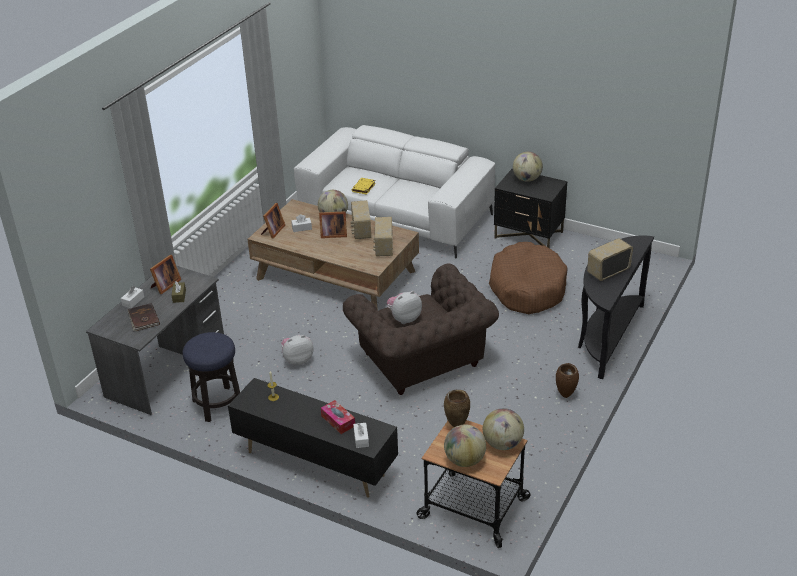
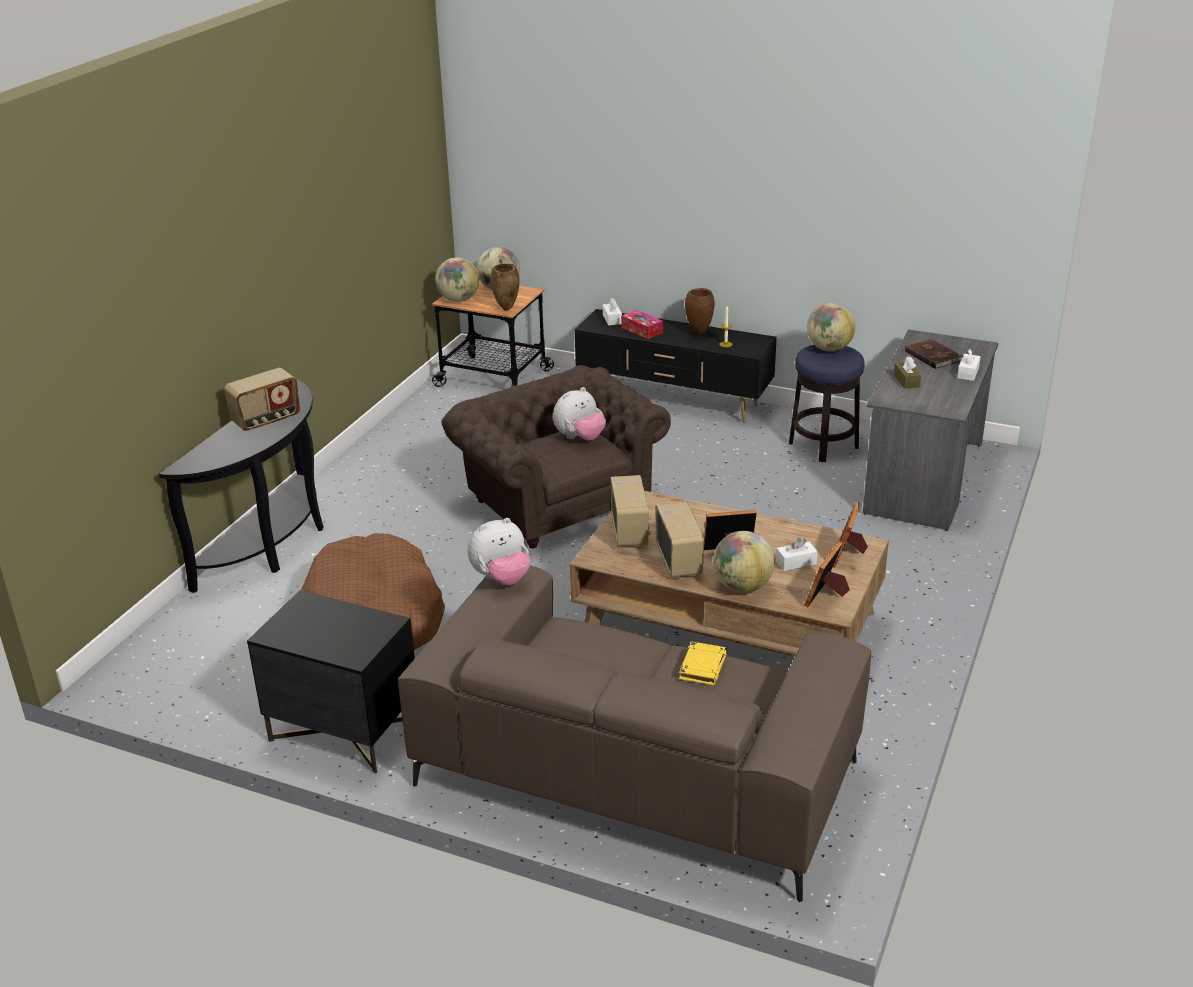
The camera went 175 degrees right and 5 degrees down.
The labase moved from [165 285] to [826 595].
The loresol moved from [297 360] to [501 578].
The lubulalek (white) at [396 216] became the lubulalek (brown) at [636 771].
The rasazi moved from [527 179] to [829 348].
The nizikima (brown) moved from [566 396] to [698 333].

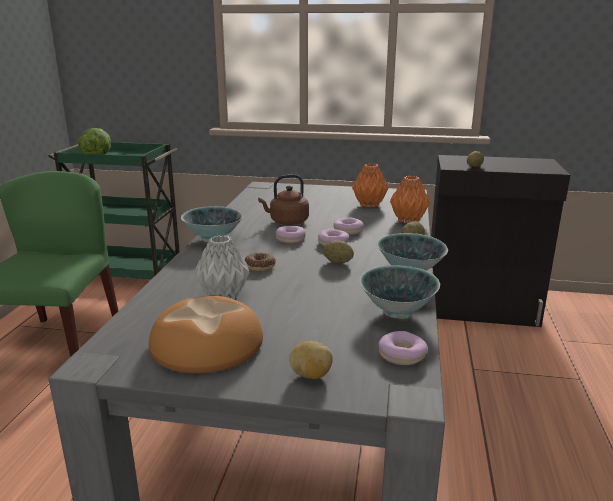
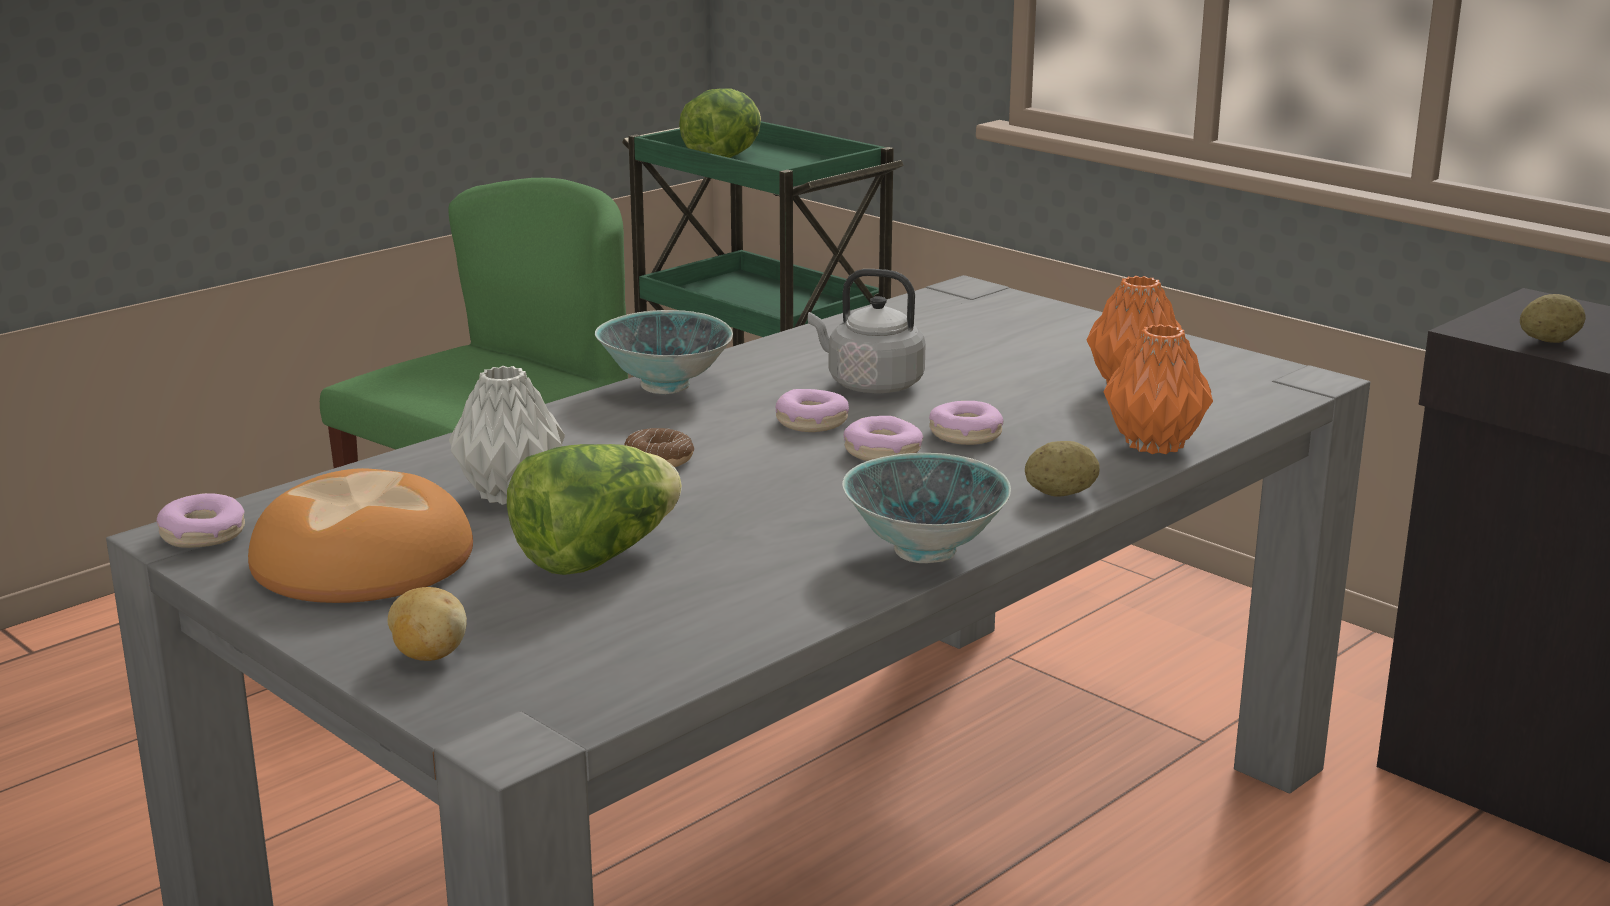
The camera went 35 degrees right and 0 degrees up.
The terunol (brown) at [287 222] became the terunol (grey) at [870 385].
The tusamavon at [338 262] disappeared.
The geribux at [397 312] disappeared.
The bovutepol moved from [402 355] to [203 535].
The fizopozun at [596 557] appeared.

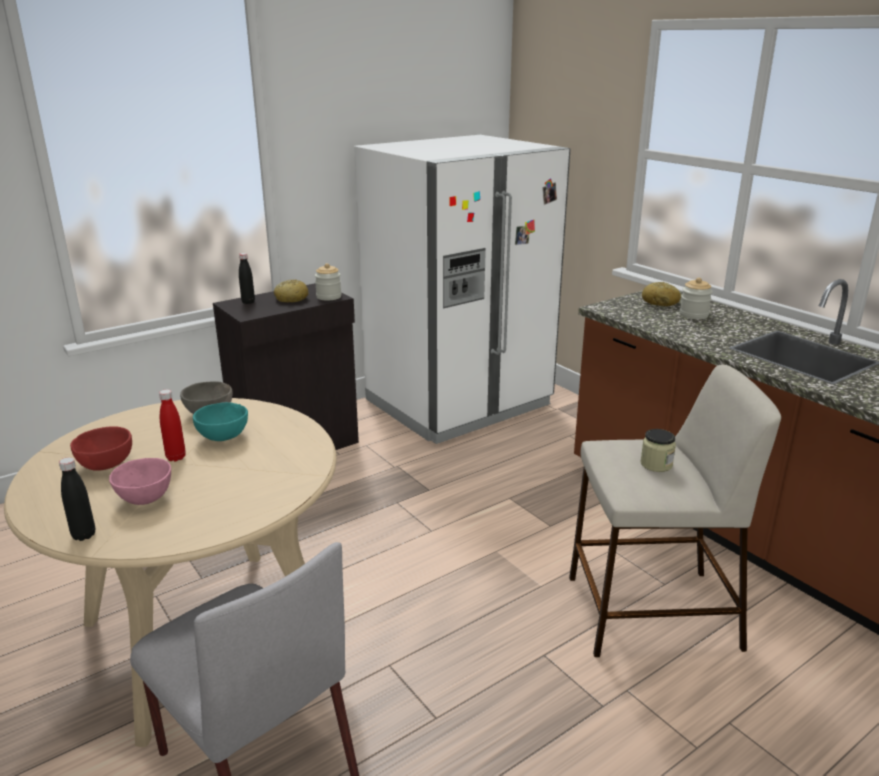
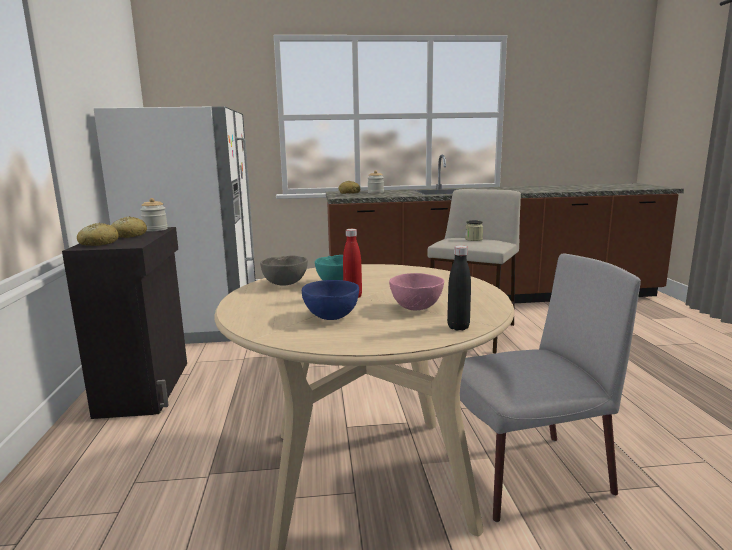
The camera went 60 degrees left and 10 degrees down.
The geribux (red) at [105 465] became the geribux (blue) at [330 317].
The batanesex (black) at [248 302] was replaced by the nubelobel at [98 243].

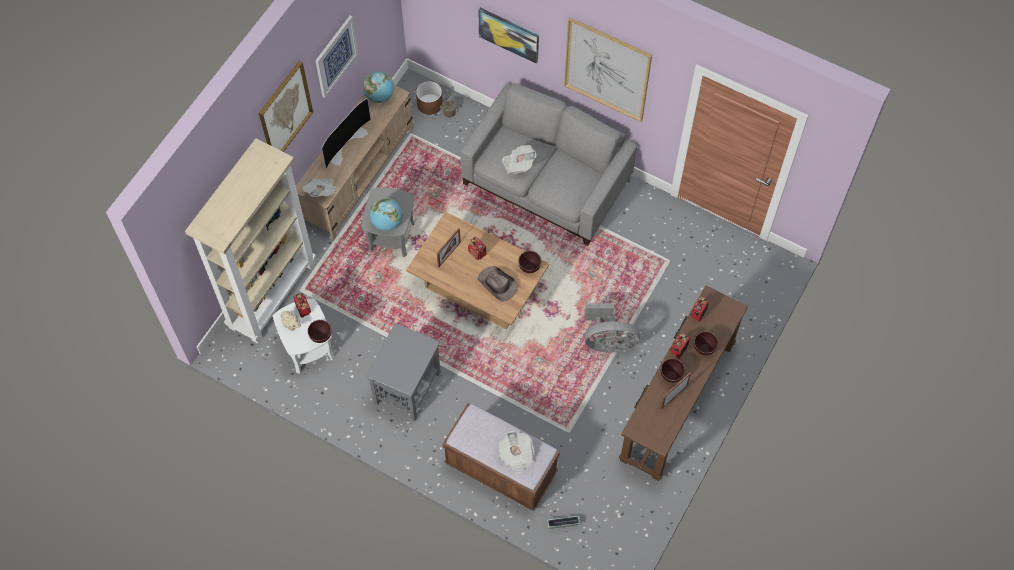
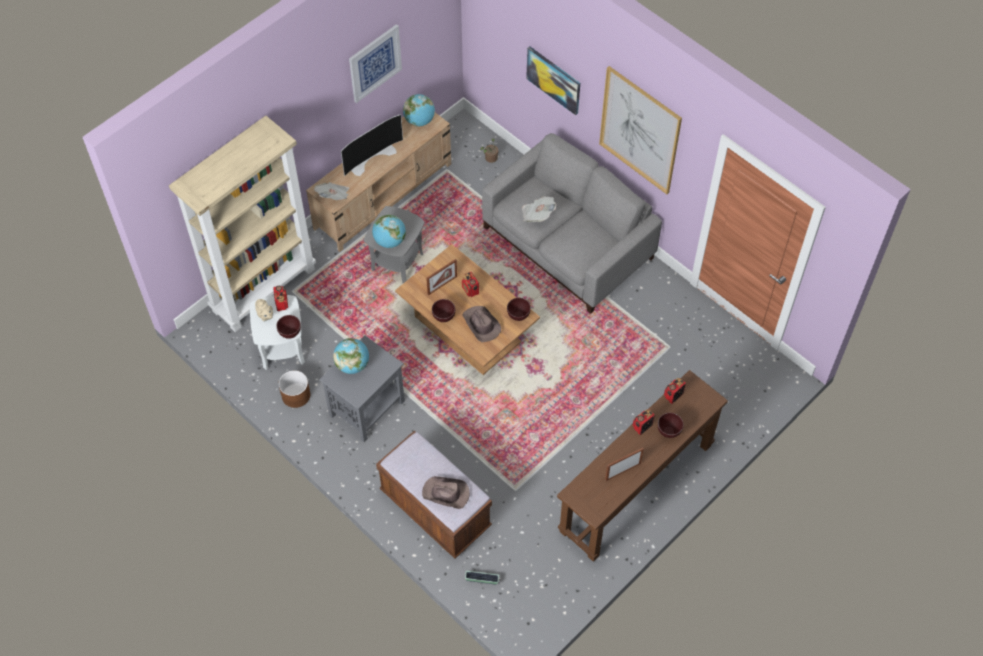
The camera went 15 degrees right and 5 degrees down.
The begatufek at [285 111] disappeared.
The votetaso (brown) moved from [430 104] to [296 395].
The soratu at [516 456] was replaced by the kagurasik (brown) at [446 493].
The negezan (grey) at [608 341] disappeared.
The geribux (brown) moved from [671 376] to [444 318].
The rasazi at [352 365] appeared.

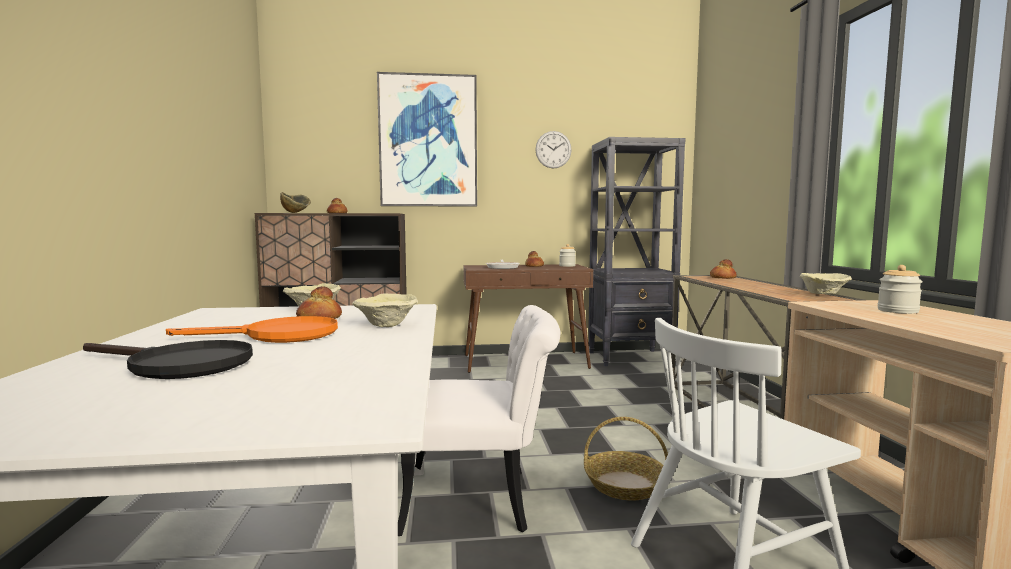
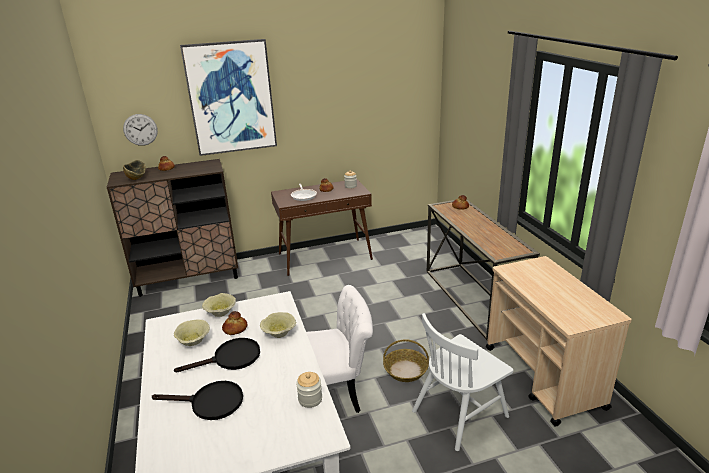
The camera went 10 degrees left and 20 degrees up.
The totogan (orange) at [279 335] became the totogan (black) at [230 358].
The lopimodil moved from [553 149] to [140 129].
The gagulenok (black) at [631 358] disappeared.
The geribux (beige) moved from [824 294] to [194 342].
The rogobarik moved from [897 311] to [310 399].

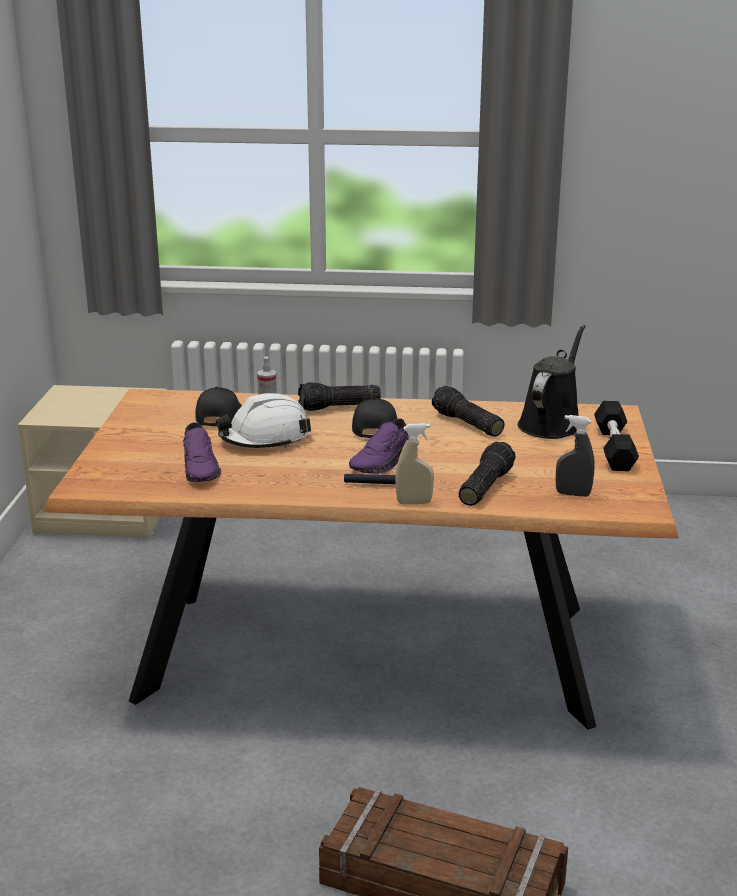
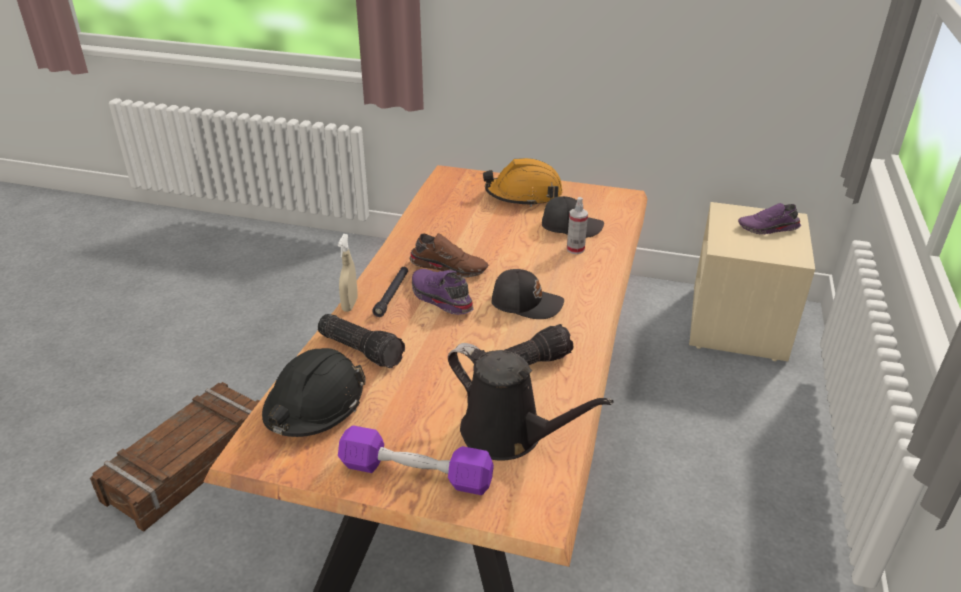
The camera went 100 degrees right and 10 degrees up.
The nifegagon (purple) moved from [201 468] to [768 229].
The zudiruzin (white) at [265 439] disappeared.
The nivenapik at [339 408] disappeared.
The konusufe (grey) at [573 494] was replaced by the zudiruzin (black) at [314 406].
The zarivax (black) at [614 448] became the zarivax (purple) at [416 473].
The nifegagon (brown) at [449 267] appeared.
The zudiruzin (orange) at [523 195] appeared.

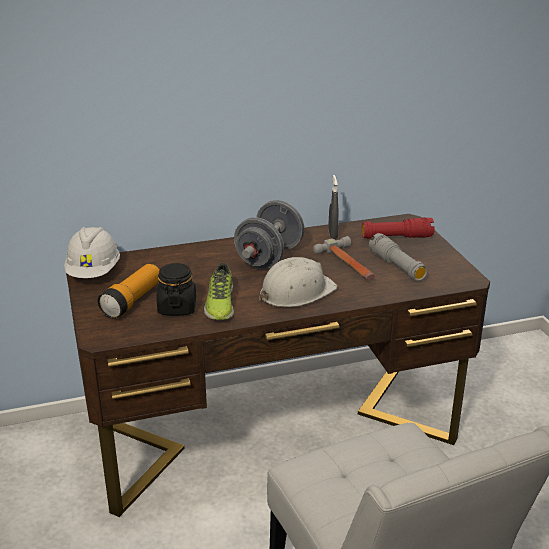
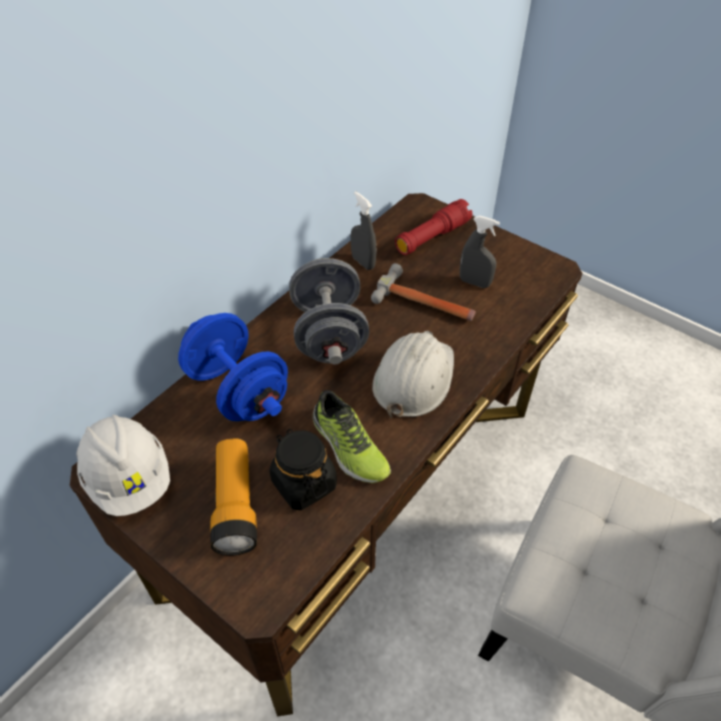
The camera went 35 degrees left and 20 degrees up.
The nivenapik (grey) at [397 266] was replaced by the konusufe (grey) at [474 282].
The zarivax (blue) at [238 391] appeared.

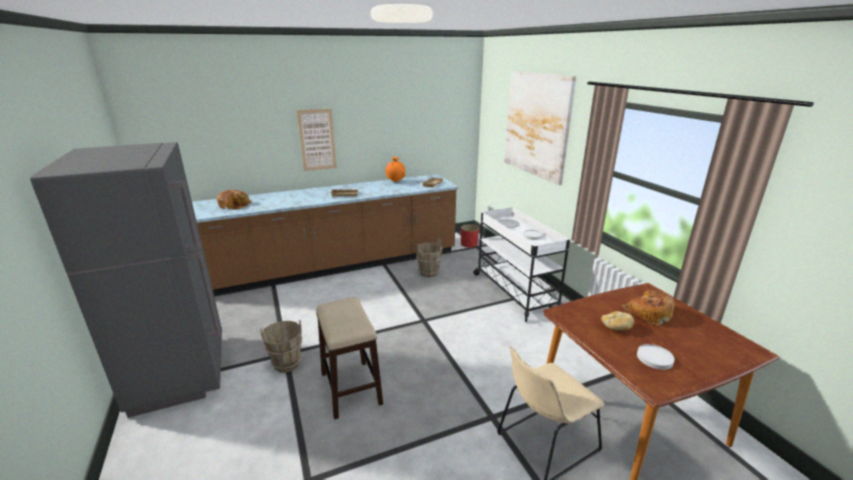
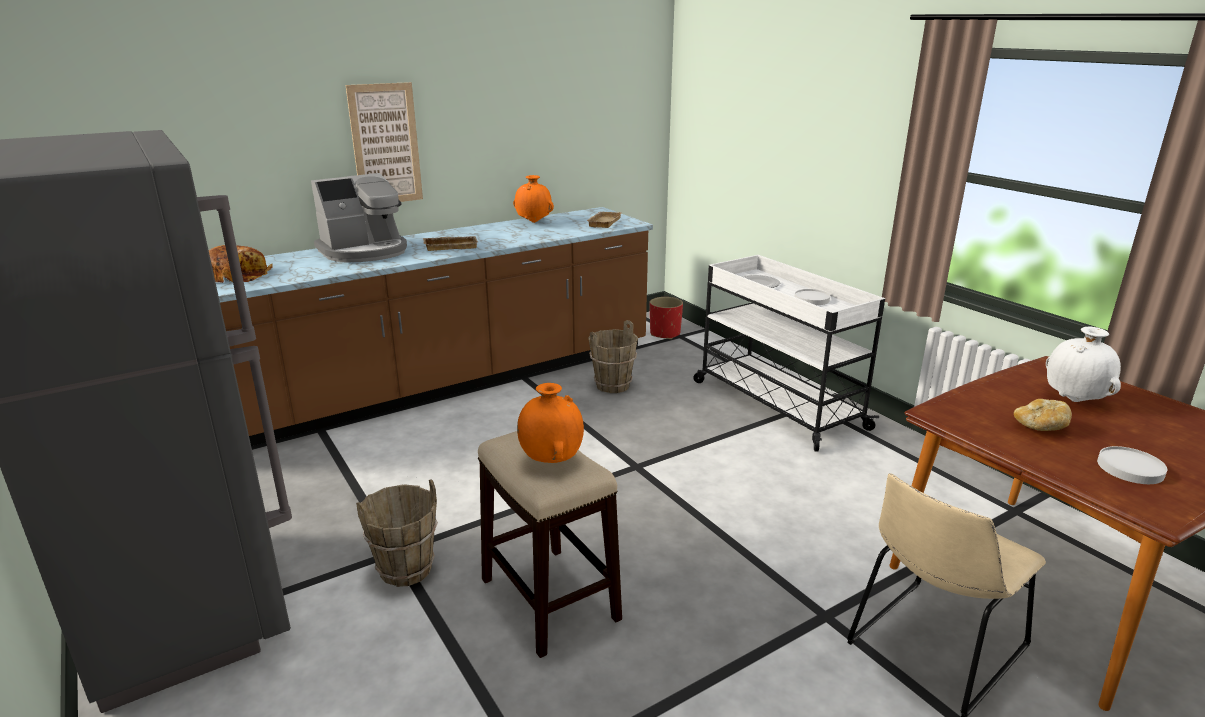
The camera went 10 degrees left and 0 degrees up.
The begatufek at [536 125] disappeared.
The nubelobel at [647 313] was replaced by the nizikima (white) at [1074 400].
The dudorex at [364 251] appeared.
The nizikima (orange) at [551 460] appeared.

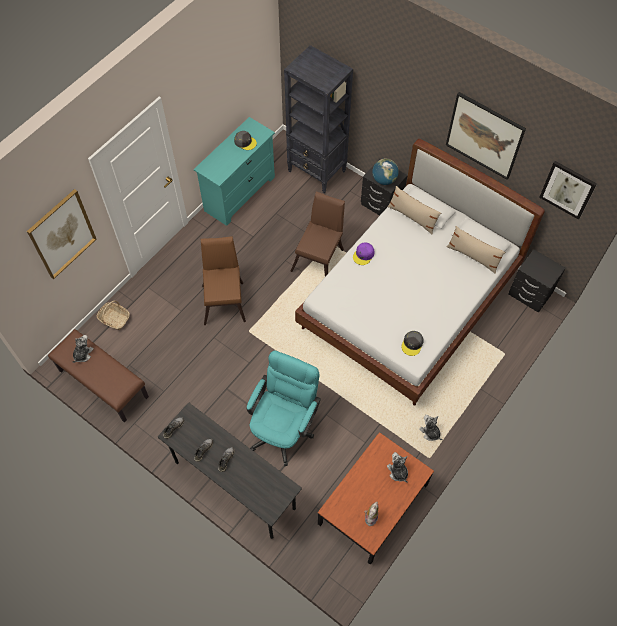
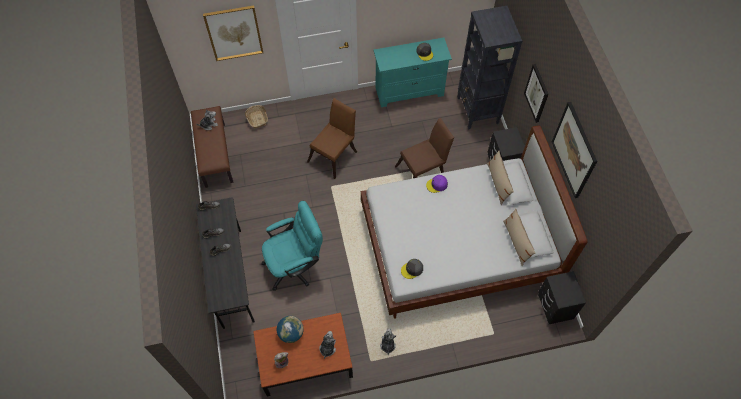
The camera went 40 degrees right and 0 degrees up.
The rasazi moved from [384 180] to [291 333].
The begatufek moved from [567 189] to [537 93].

